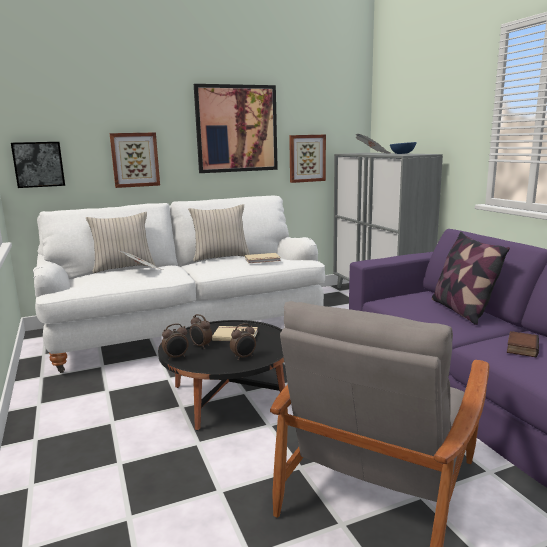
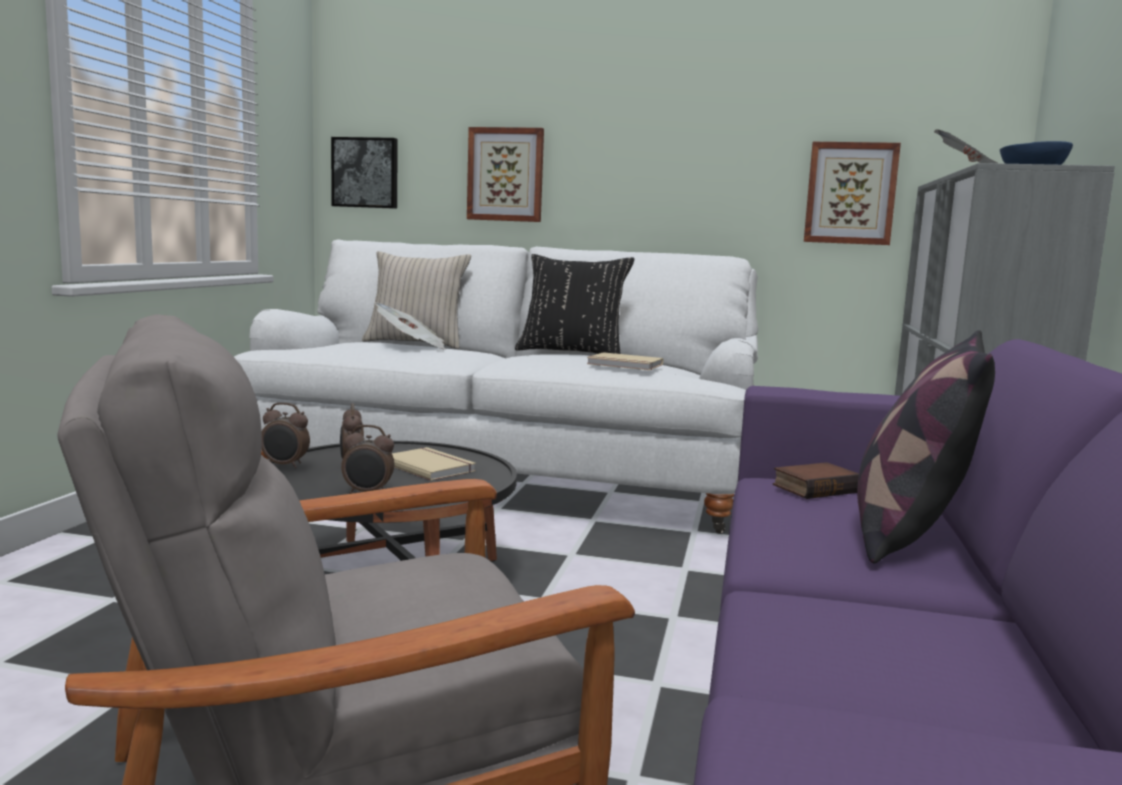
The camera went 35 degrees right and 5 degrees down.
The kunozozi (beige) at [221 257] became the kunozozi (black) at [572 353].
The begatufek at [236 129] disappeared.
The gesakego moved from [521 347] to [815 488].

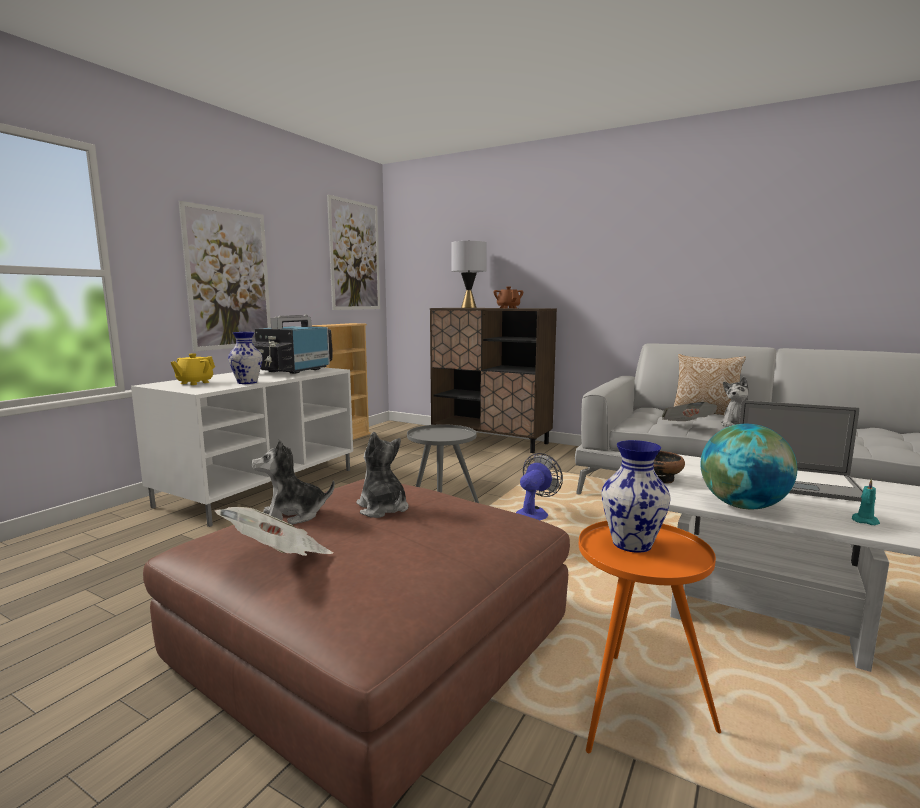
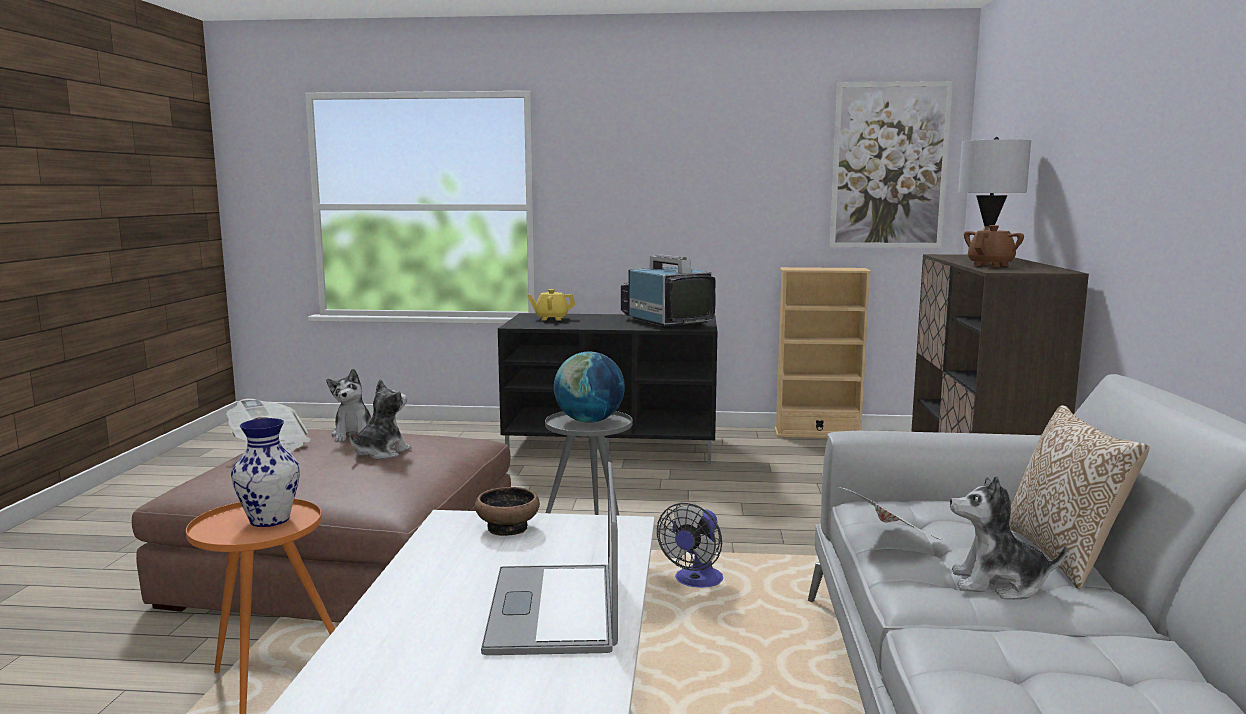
The camera went 65 degrees right and 0 degrees up.
The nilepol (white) at [260 486] became the nilepol (black) at [613 446].
The begatufek at [229 279] disappeared.
The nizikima at [247 382] disappeared.
The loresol at [293 515] turned 150 degrees counterclockwise.
The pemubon at [291 371] turned 60 degrees clockwise.
The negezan at [534 513] turned 105 degrees clockwise.
The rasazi moved from [743 506] to [589 421].
The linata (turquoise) at [864 520] disappeared.

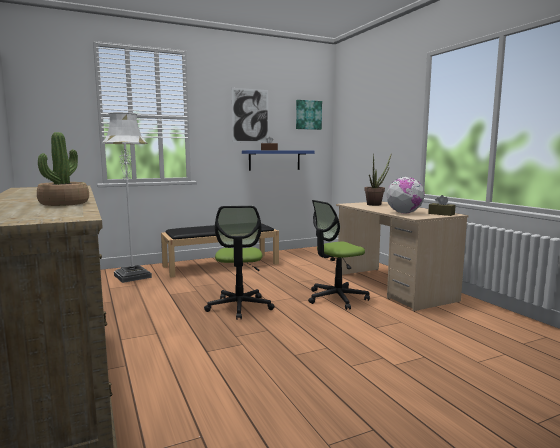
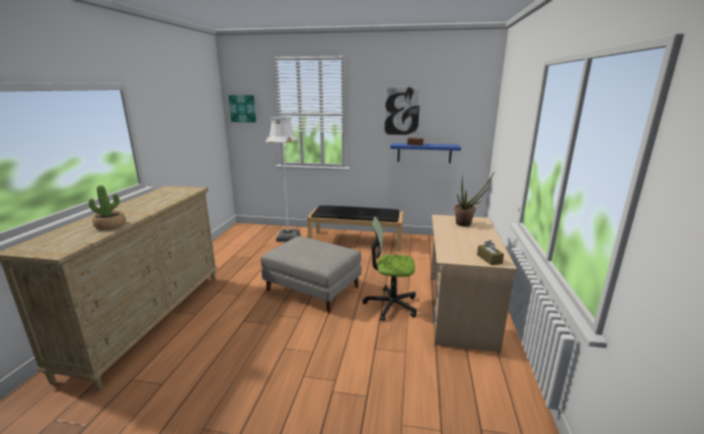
The camera went 35 degrees right and 10 degrees up.
The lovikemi at [239 307] was replaced by the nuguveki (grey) at [312 289].
The begatufek moved from [308 115] to [243 108].
The rasazi at [404 213] disappeared.

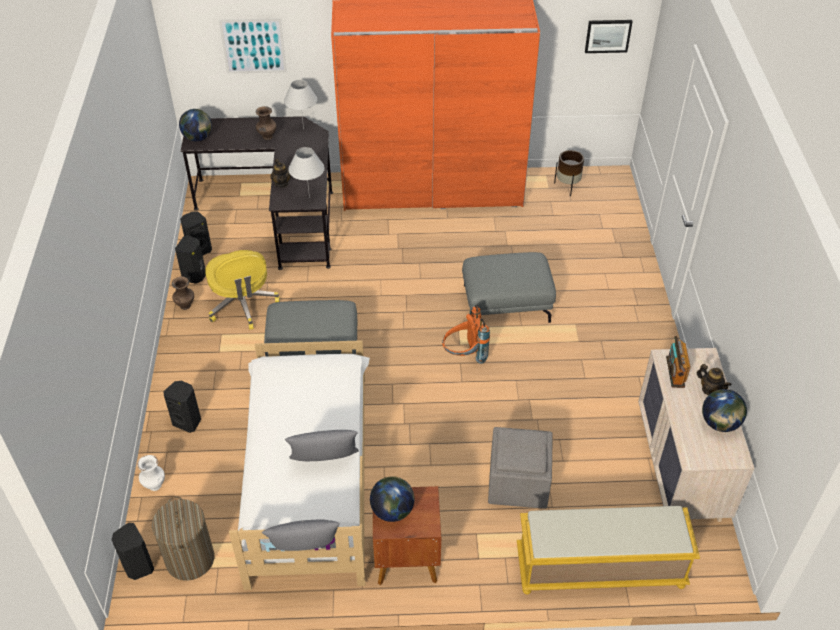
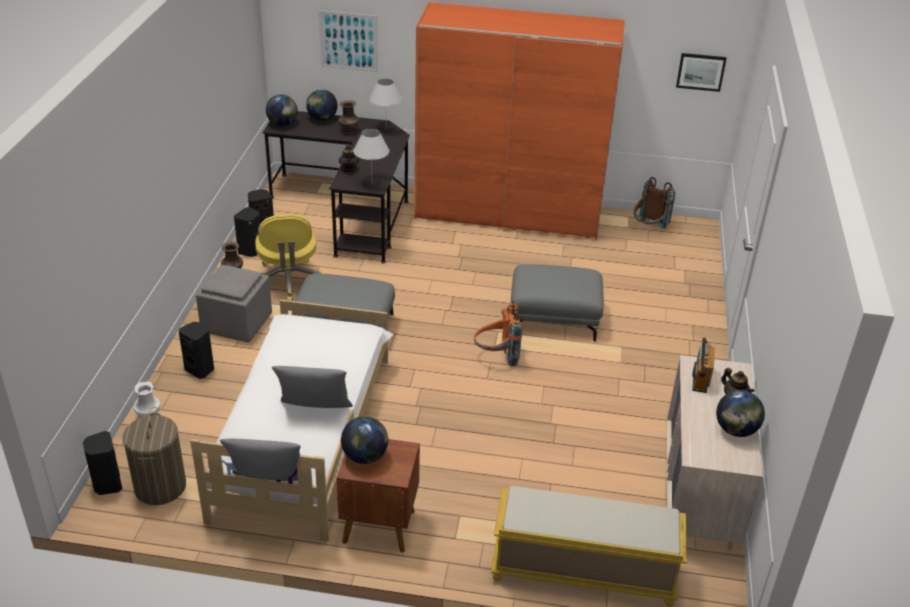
The camera went 10 degrees right and 10 degrees down.
The nuguveki (grey) moved from [517 482] to [236 323].
The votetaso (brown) at [568 186] was replaced by the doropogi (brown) at [648 229].
The rasazi at [322 119] appeared.

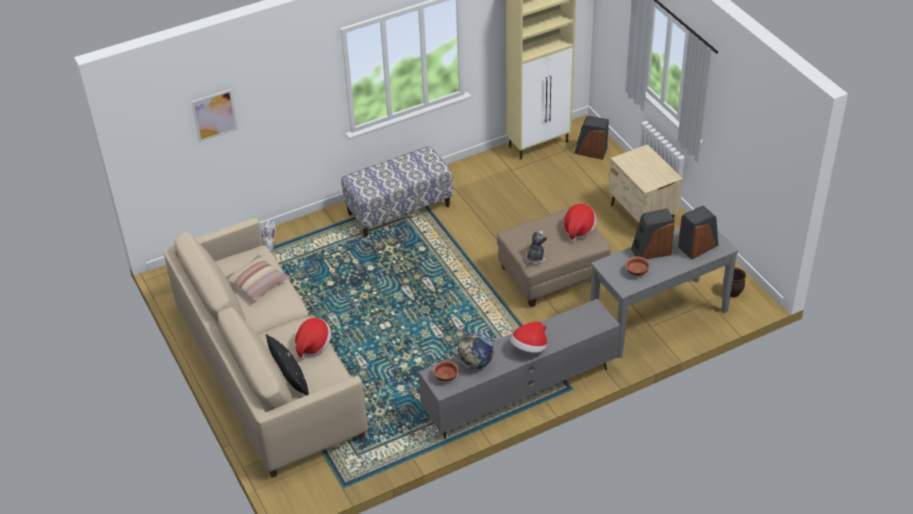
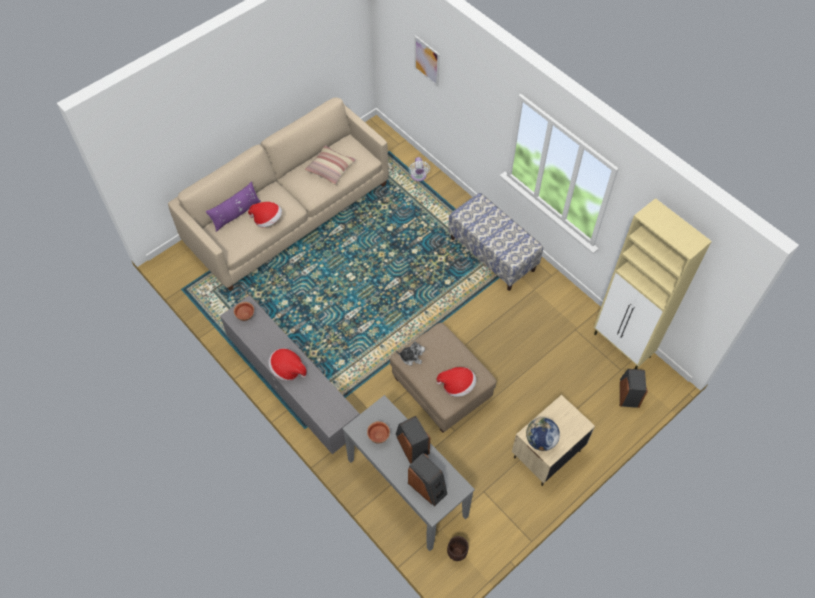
The camera went 75 degrees right and 15 degrees up.
The kunozozi (black) at [289 375] became the kunozozi (purple) at [236 214].
The rasazi moved from [476 363] to [540 440].

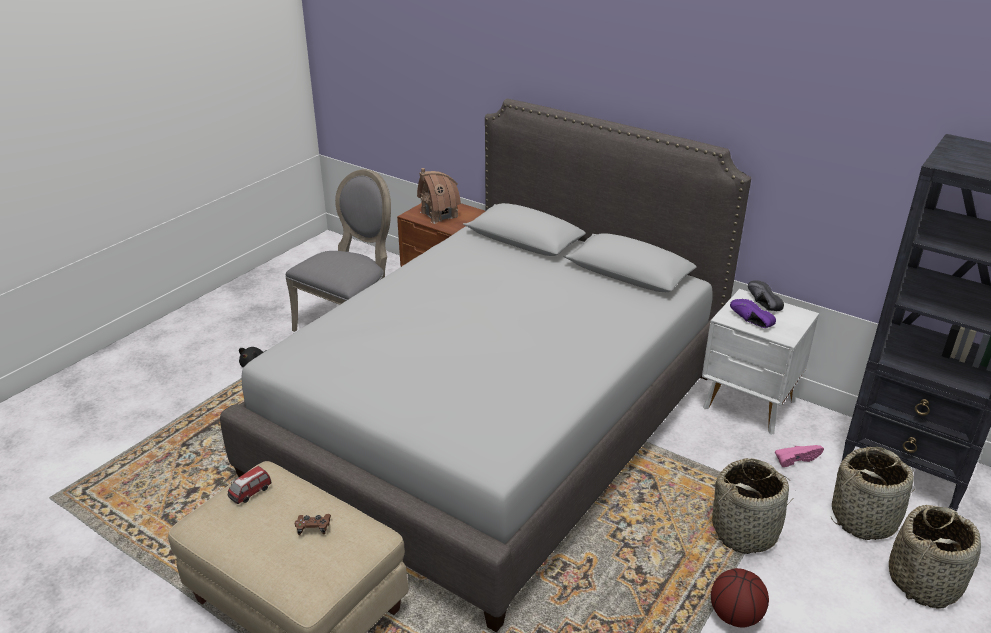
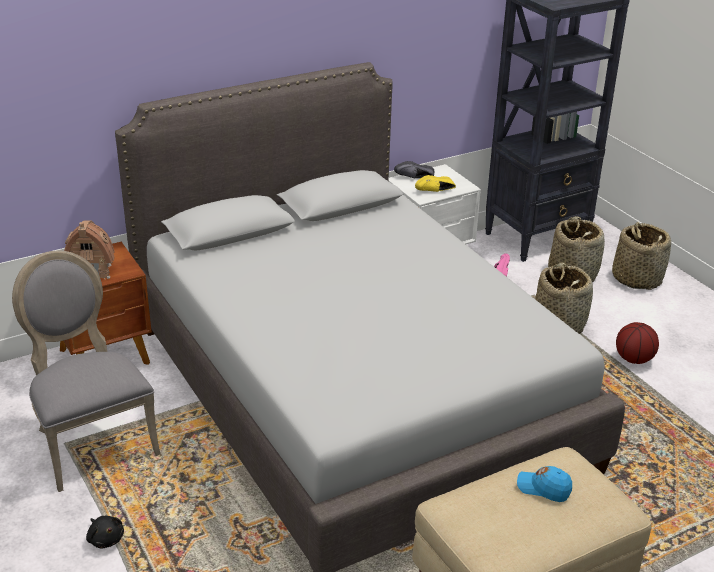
The camera went 65 degrees left and 0 degrees up.
The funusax at [250 493] disappeared.
The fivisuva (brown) at [313 528] was replaced by the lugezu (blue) at [543 488].
The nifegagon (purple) at [749 322] became the nifegagon (yellow) at [436 191].

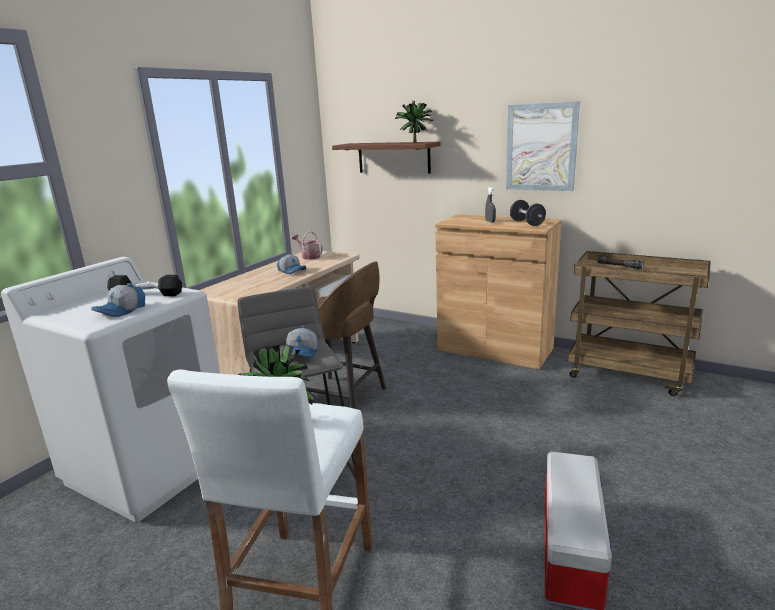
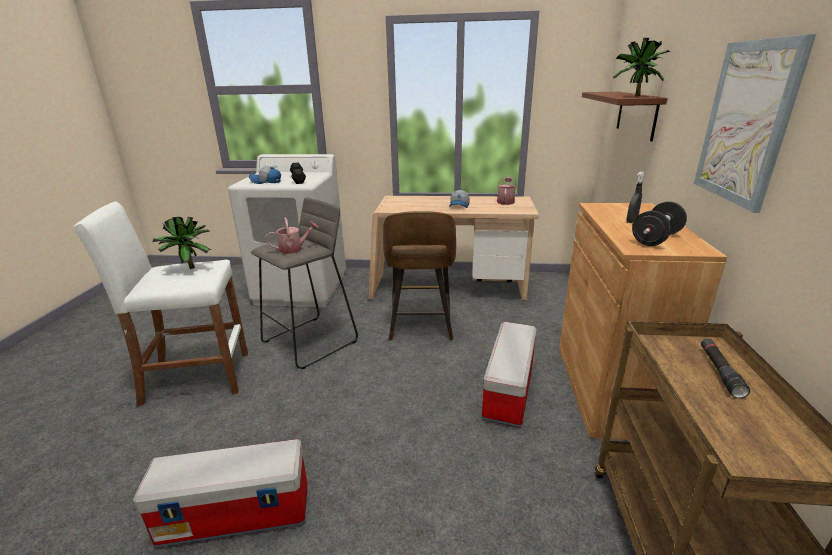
The camera went 65 degrees right and 5 degrees up.
The lugezu at [302 353] was replaced by the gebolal at [294 249].
The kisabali at [509 391] appeared.

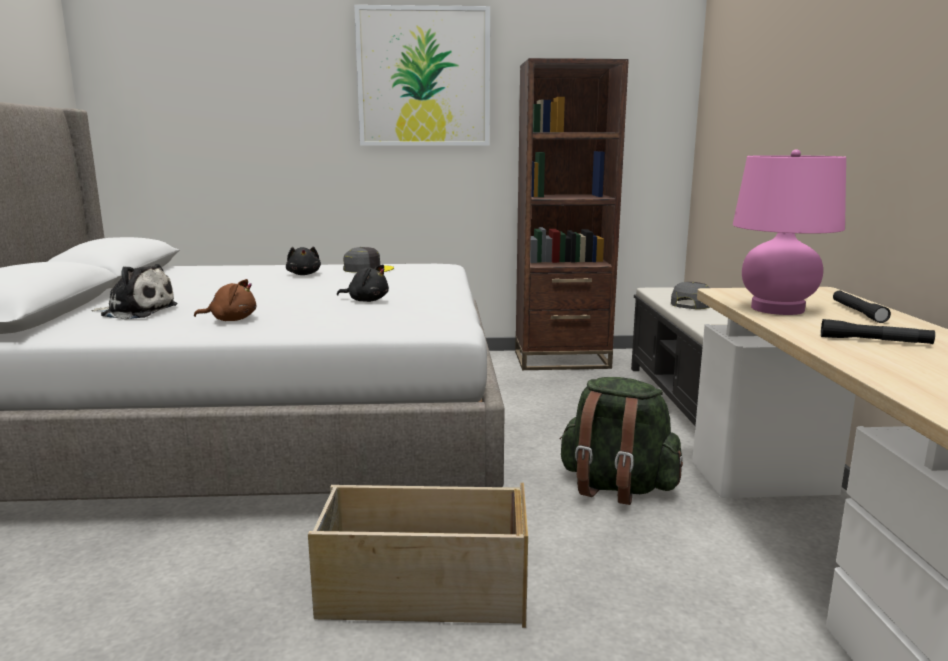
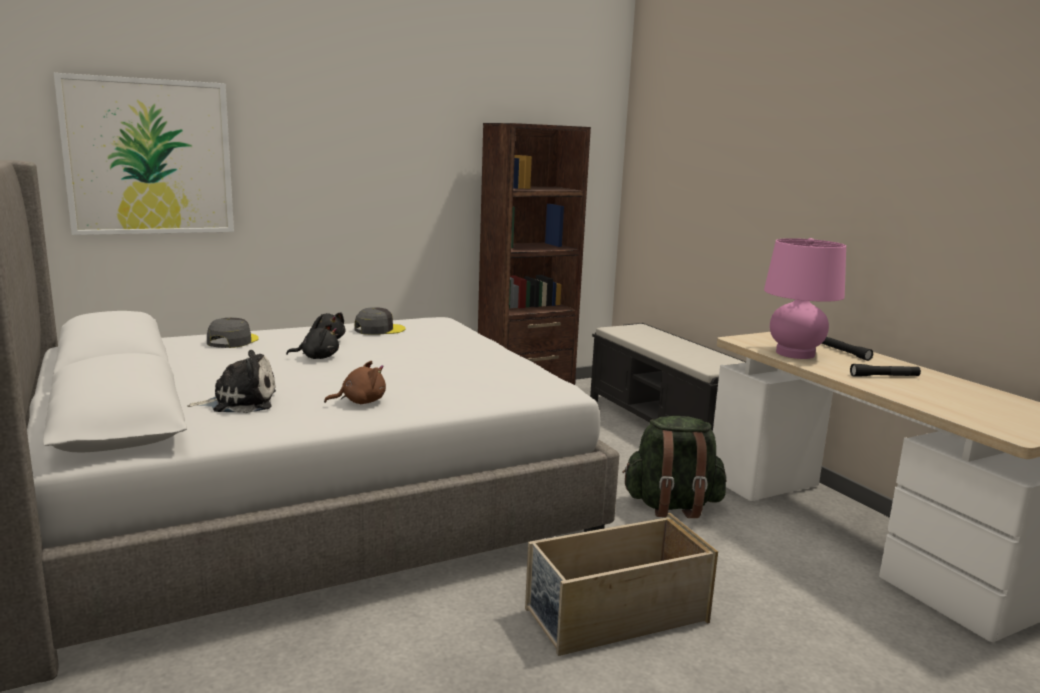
The camera went 25 degrees left and 0 degrees up.
The loresol (black) moved from [366 300] to [317 357].
The begatufek moved from [423 77] to [149 157].
The lugezu (grey) moved from [692 304] to [232 341].

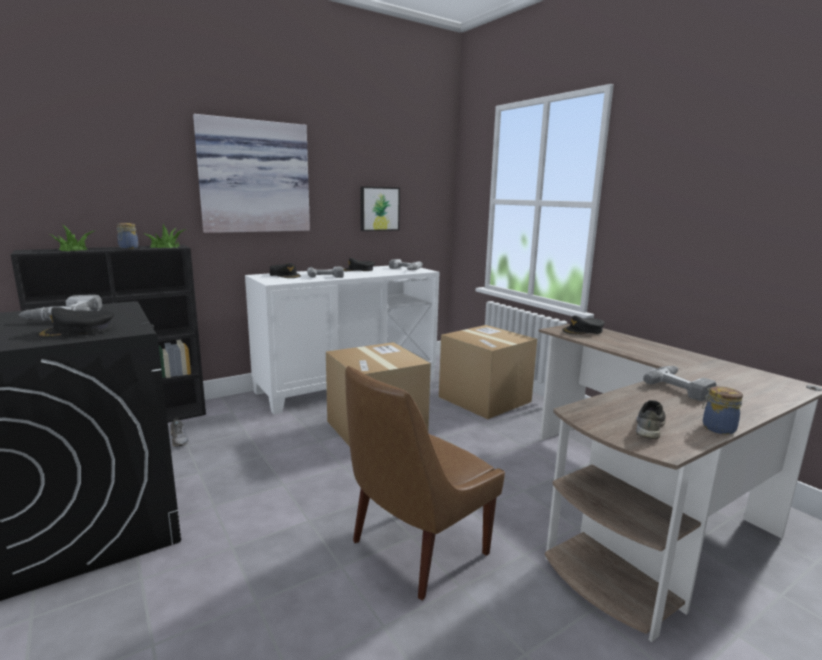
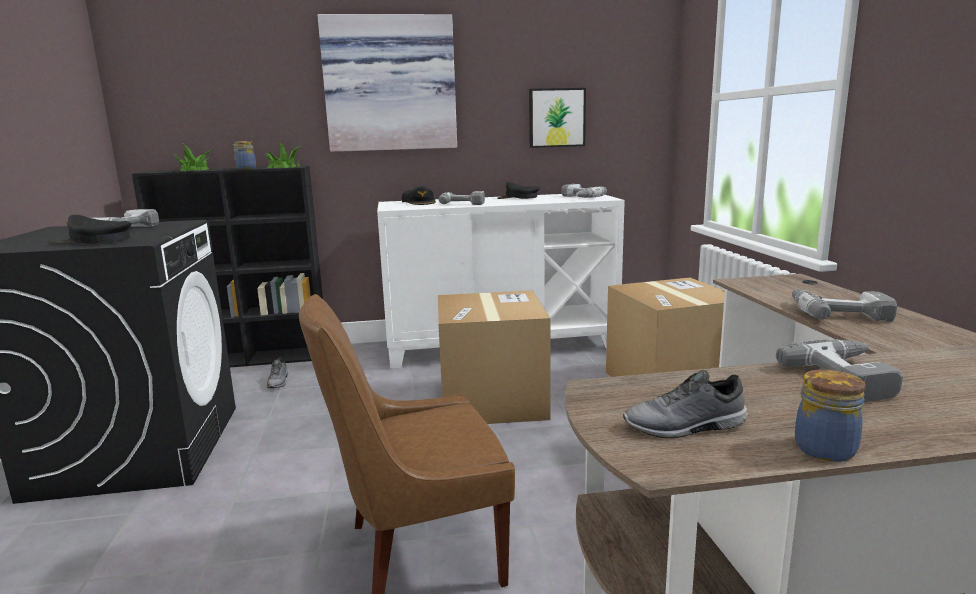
The camera went 25 degrees right and 0 degrees up.
The lugezu (black) at [583 331] disappeared.
The nifegagon (grey) at [648 427] turned 150 degrees counterclockwise.
The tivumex at [837 312] appeared.

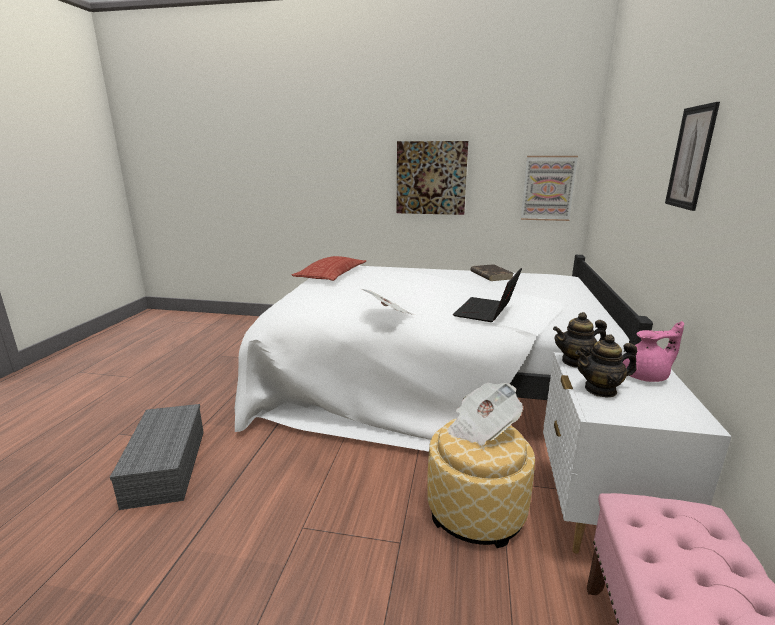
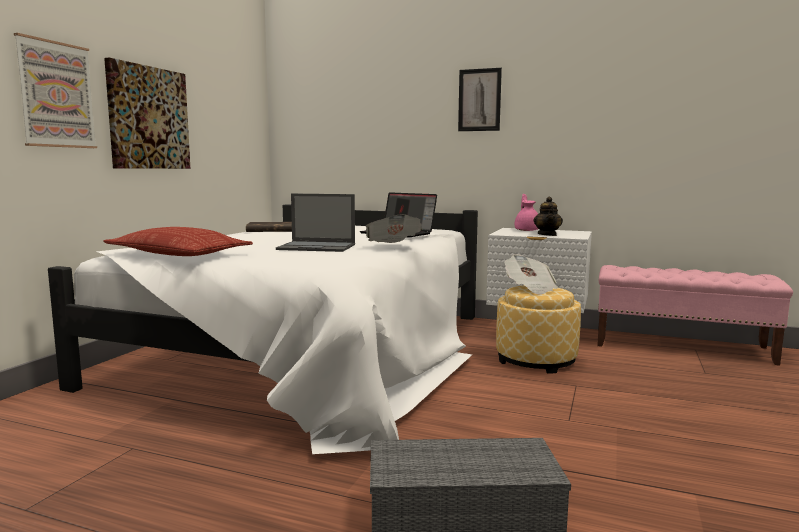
The camera went 80 degrees left and 10 degrees down.
The begatufek moved from [548 188] to [56 95].
The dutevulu at [576 362] disappeared.
The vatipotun at [317 247] appeared.

